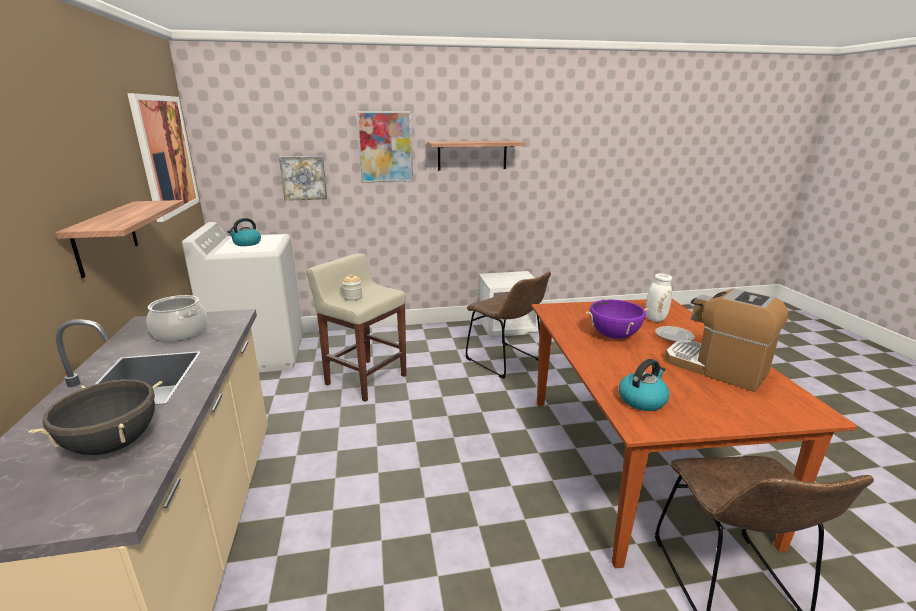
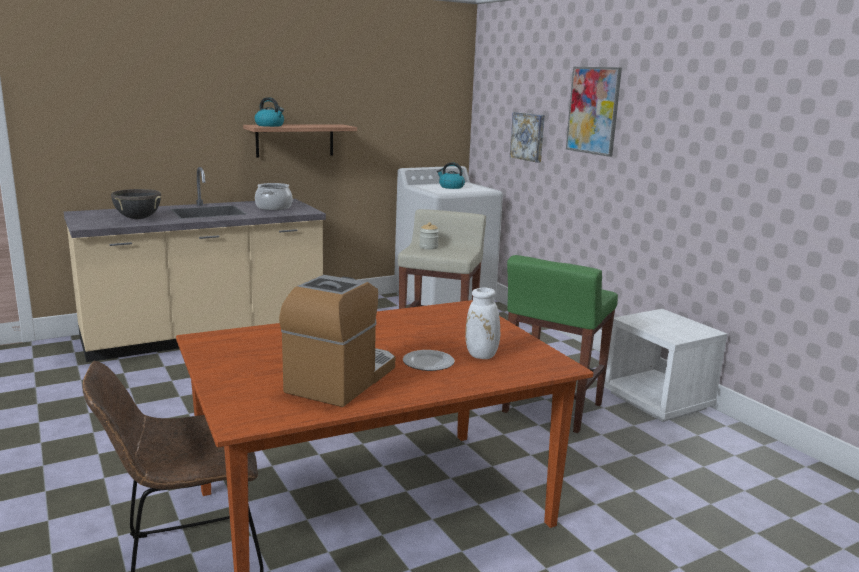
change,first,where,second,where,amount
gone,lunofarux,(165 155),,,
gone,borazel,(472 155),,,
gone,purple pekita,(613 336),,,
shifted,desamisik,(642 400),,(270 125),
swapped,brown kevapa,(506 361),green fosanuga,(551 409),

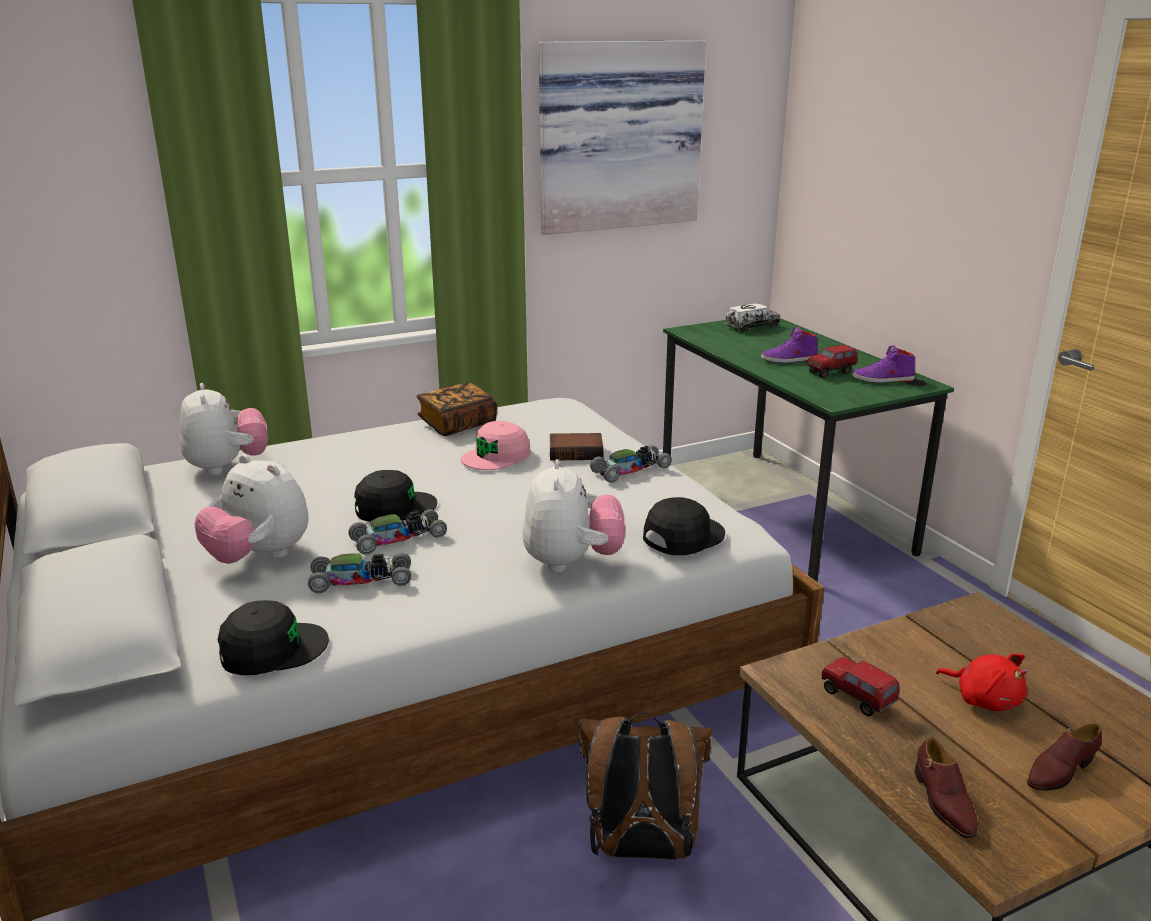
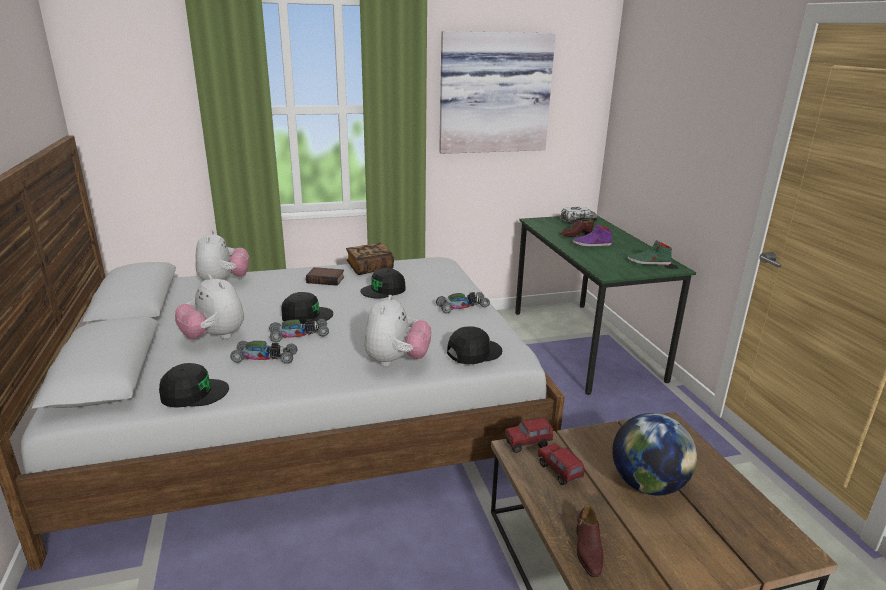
change,first,where,second,where,amount
gone,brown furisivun,(640 849),,,
shifted,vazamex,(576 452),,(326 279),
shifted,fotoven,(831 373),,(527 444),
shifted,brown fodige,(1059 770),,(576 234),
swapped,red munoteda,(984 699),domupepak,(647 484),
repainted,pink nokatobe,(496 456),black nokatobe,(383 290),
repainted,purple fodige,(883 379),green fodige,(649 262),

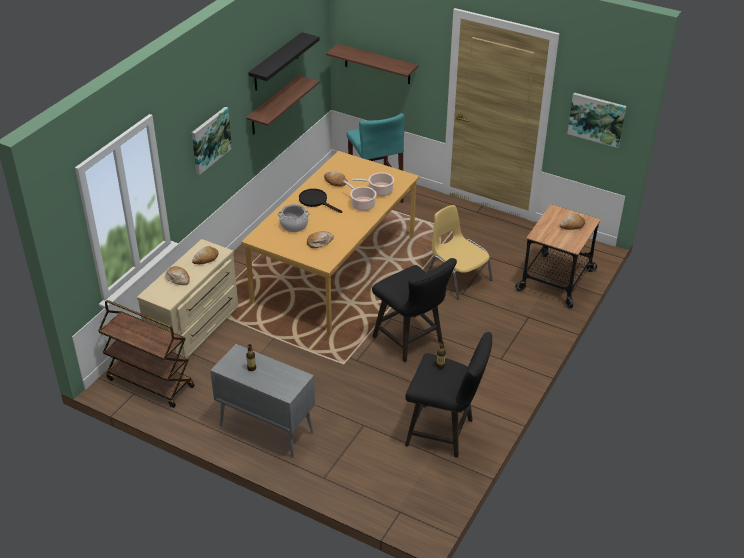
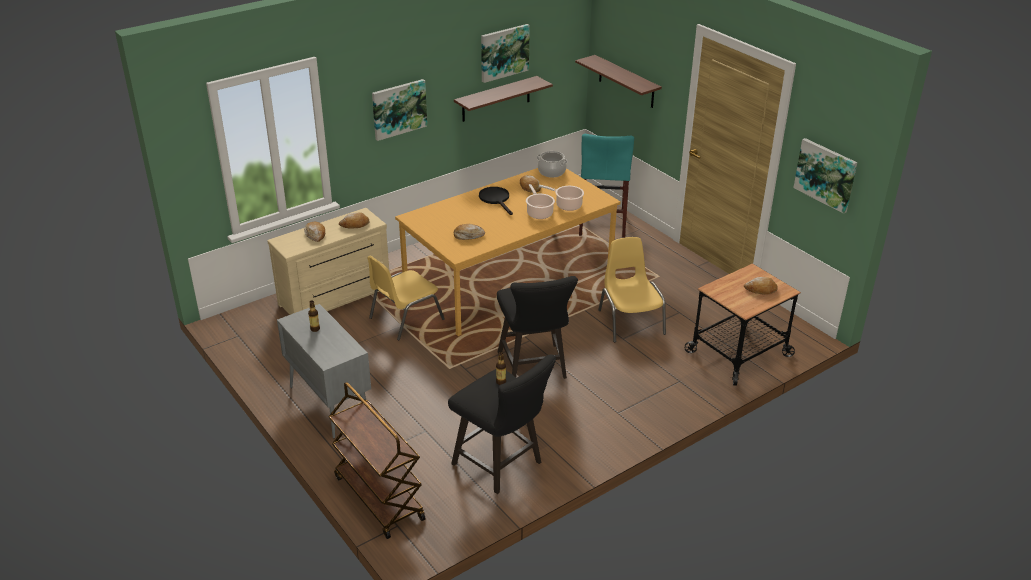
change,first,where,second,where,amount
new,,,yellow kevapa,(405 319),
shifted,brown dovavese,(149 383),,(378 497),
shifted,pekita,(294 225),,(551 172),
swapped,black borazel,(276 62),lunofarux,(504 52),

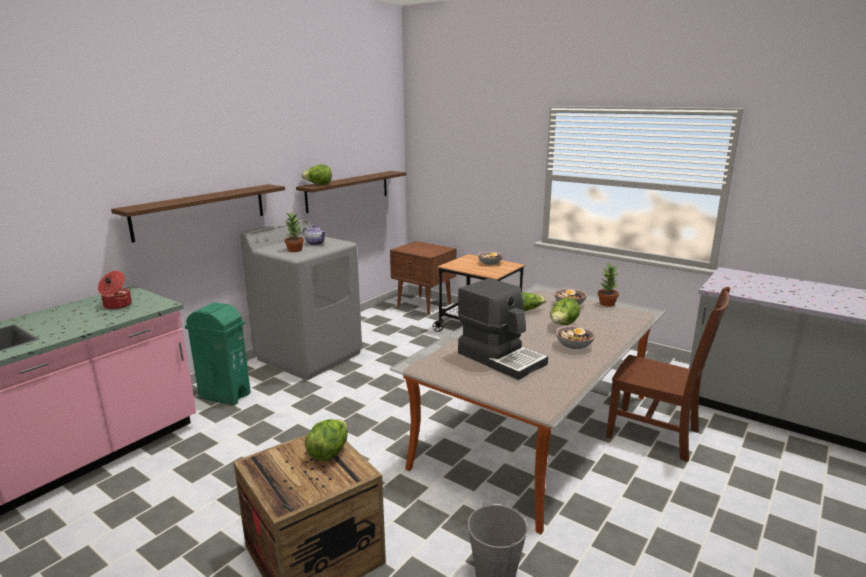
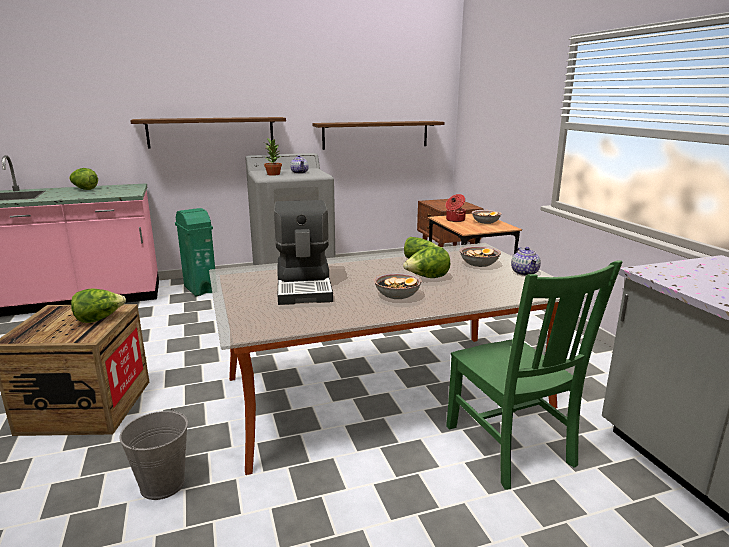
change,first,where,second,where,amount
shifted,pekita,(117 305),,(454 220),
shifted,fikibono,(318 185),,(84 189),
swapped,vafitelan,(607 303),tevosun,(524 273),
repainted,brown kevapa,(656 434),green kevapa,(511 448),

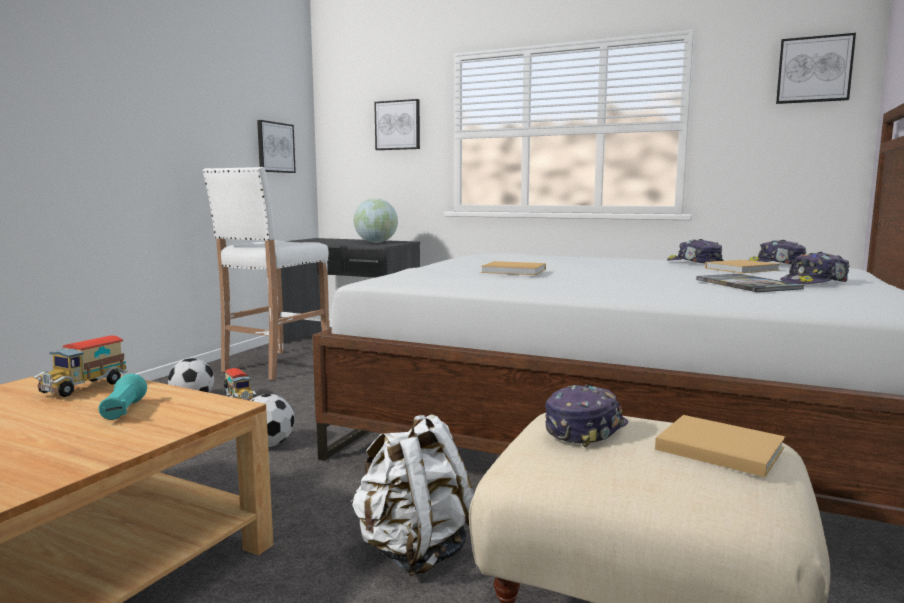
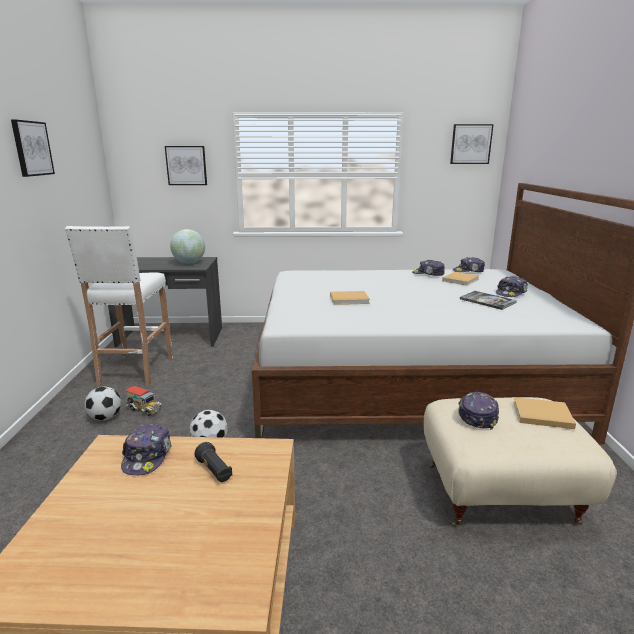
change,first,where,second,where,amount
gone,white furisivun,(415 551),,,
shifted,lunofarux,(275 147),,(32 148),
swapped,fotoven,(83 388),nokatobe,(147 456),
repainted,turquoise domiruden,(123 412),black domiruden,(214 471),

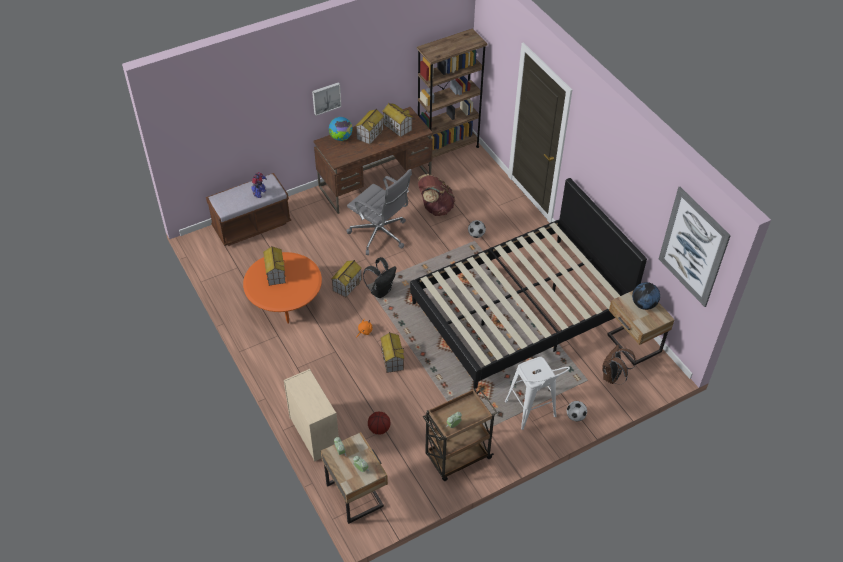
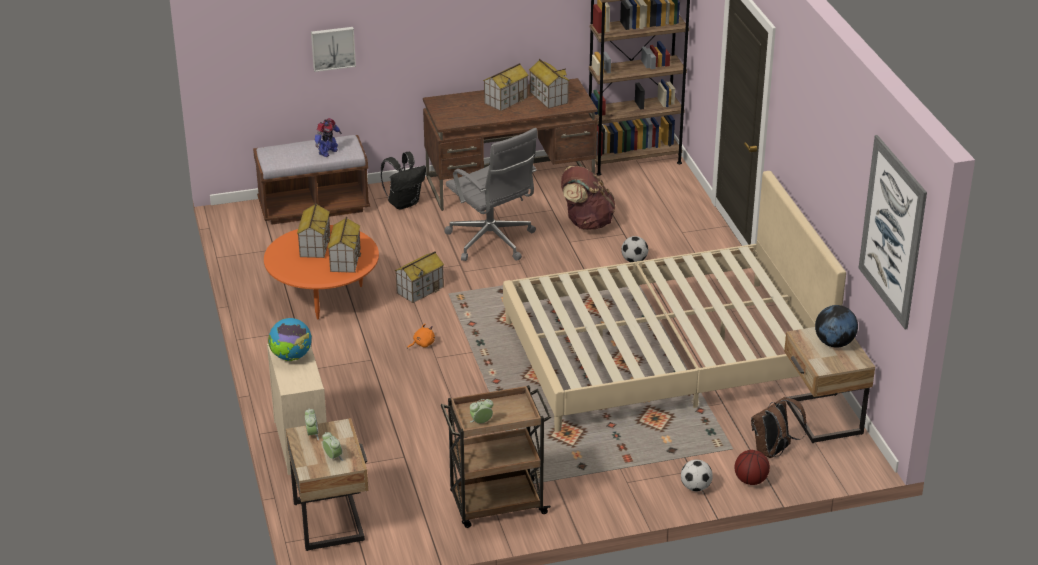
change,first,where,second,where,amount
gone,white fosanuga,(532 413),,,
shifted,lunofarux,(326 98),,(333 48),
shifted,domupepak,(341 138),,(291 357),
shifted,black furisivun,(381 291),,(404 203),
shifted,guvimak,(379 429),,(751 480),
shifted,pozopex,(392 359),,(345 260),
repainted,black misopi,(520 310),beige misopi,(664 354),

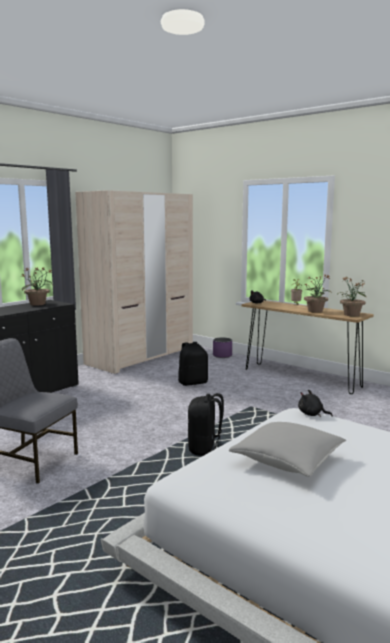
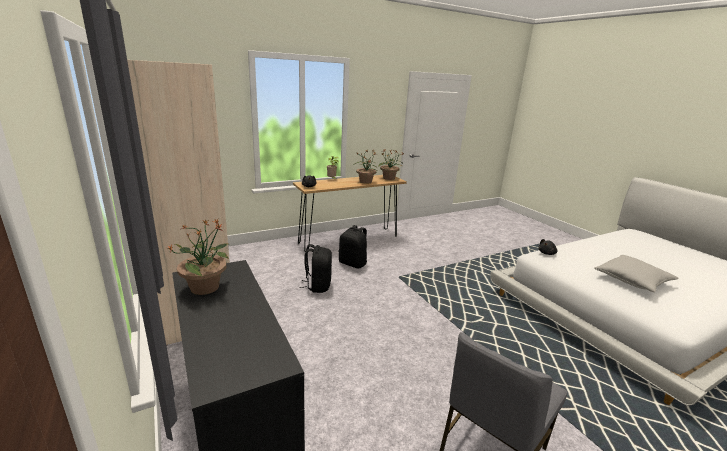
change,first,where,second,where,amount
gone,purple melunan,(222 355),,,
shifted,black furisivun,(205 449),,(353 263),

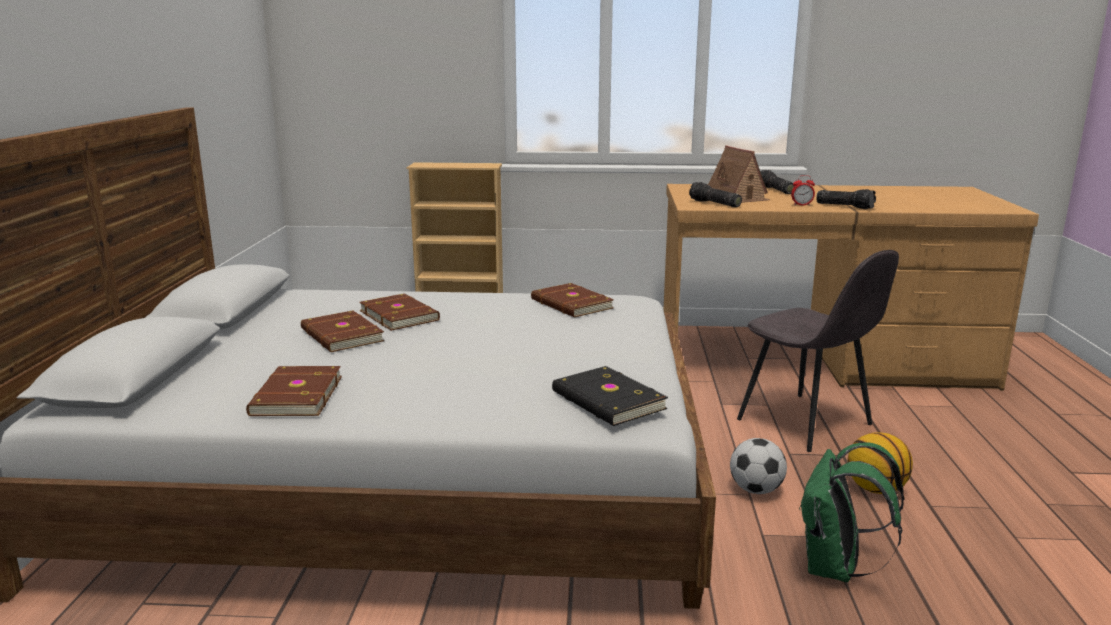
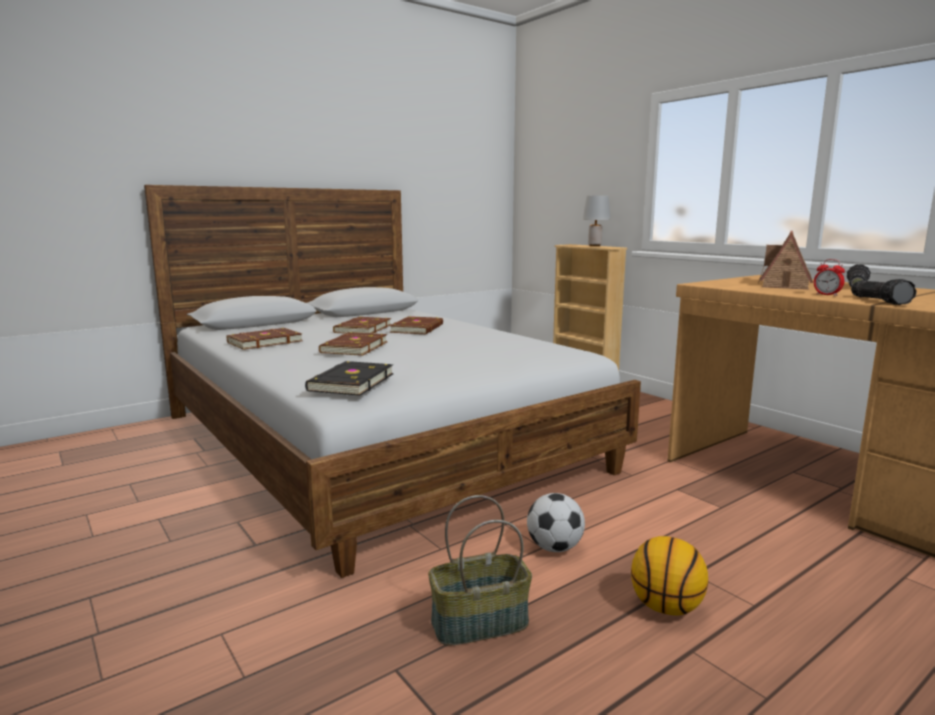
change,first,where,second,where,amount
gone,domiruden,(714 204),,,
gone,grey kevapa,(807 423),,,
new,,,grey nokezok,(594 246),
shifted,brown vazamex,(571 304),,(353 347),
swapped,green furisivun,(835 569),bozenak,(479 624),

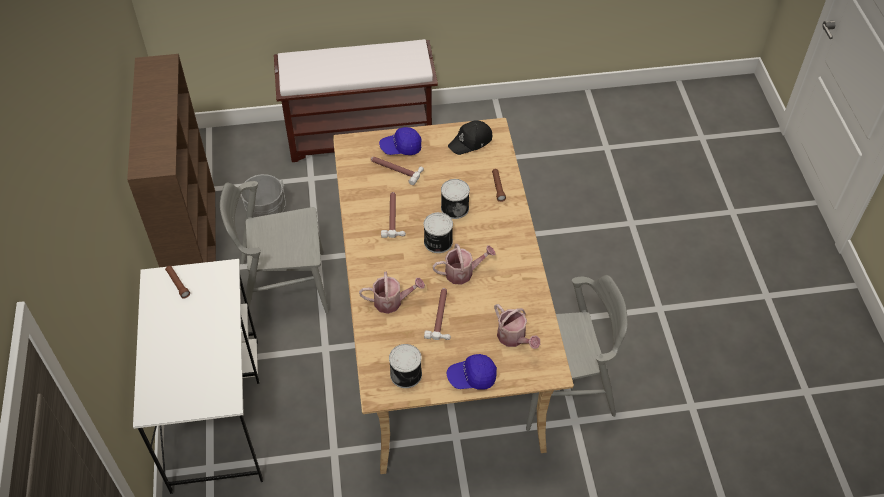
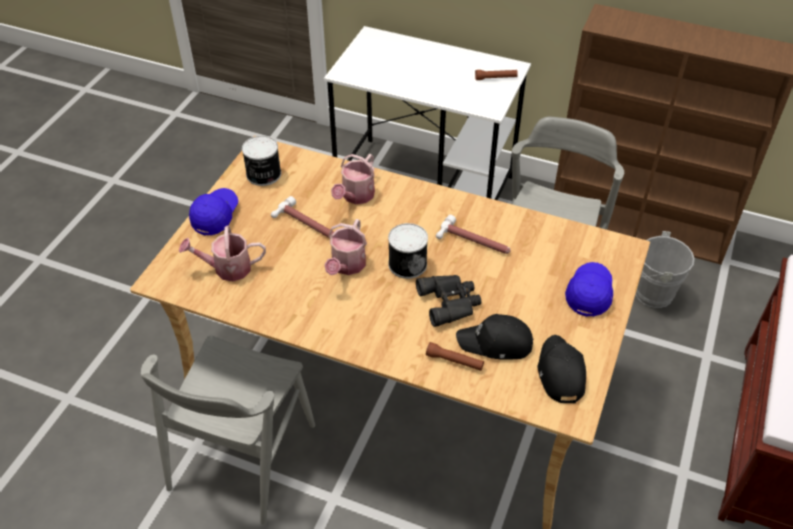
change,first,where,second,where,amount
gone,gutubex,(395 169),,,
new,,,black nokatobe,(496 343),
swapped,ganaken,(454 207),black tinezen,(450 302),

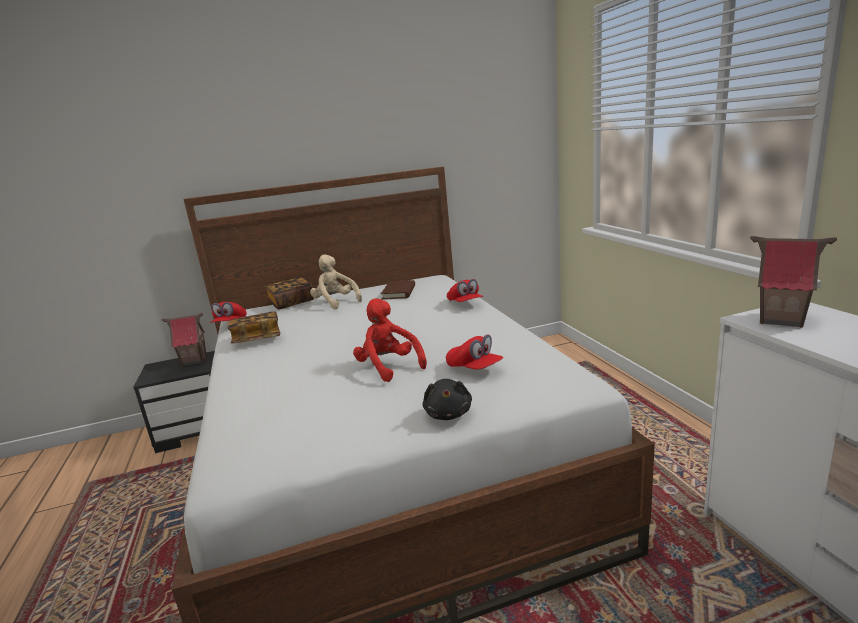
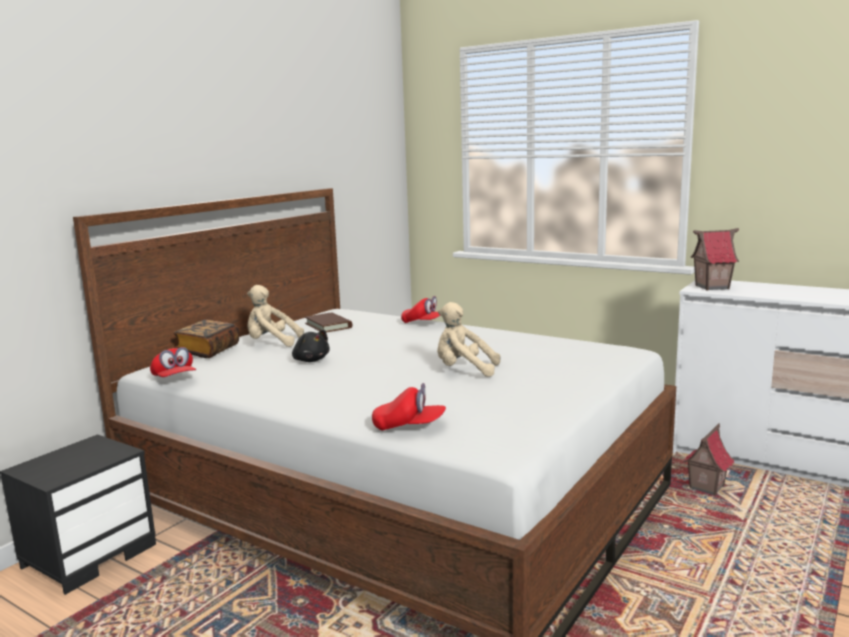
change,first,where,second,where,amount
gone,vazamex,(257 339),,,
shifted,pozopex,(194 360),,(706 488),
shifted,black munoteda,(448 414),,(310 360),
shifted,red nokatobe,(474 368),,(409 426),
repainted,red munoteda,(389 367),beige munoteda,(464 370),

